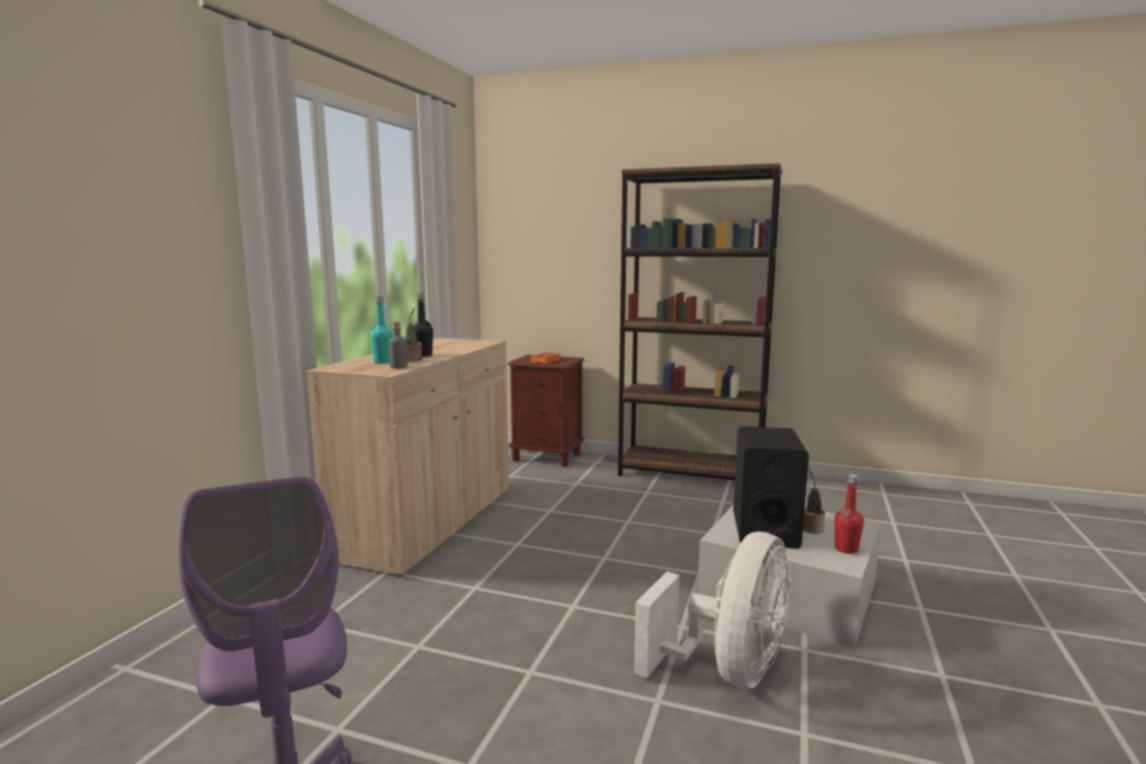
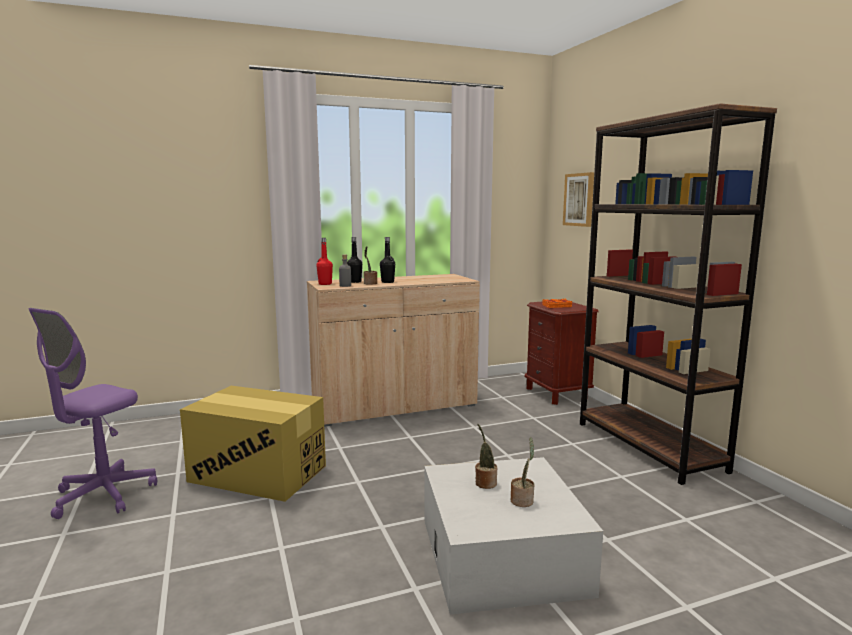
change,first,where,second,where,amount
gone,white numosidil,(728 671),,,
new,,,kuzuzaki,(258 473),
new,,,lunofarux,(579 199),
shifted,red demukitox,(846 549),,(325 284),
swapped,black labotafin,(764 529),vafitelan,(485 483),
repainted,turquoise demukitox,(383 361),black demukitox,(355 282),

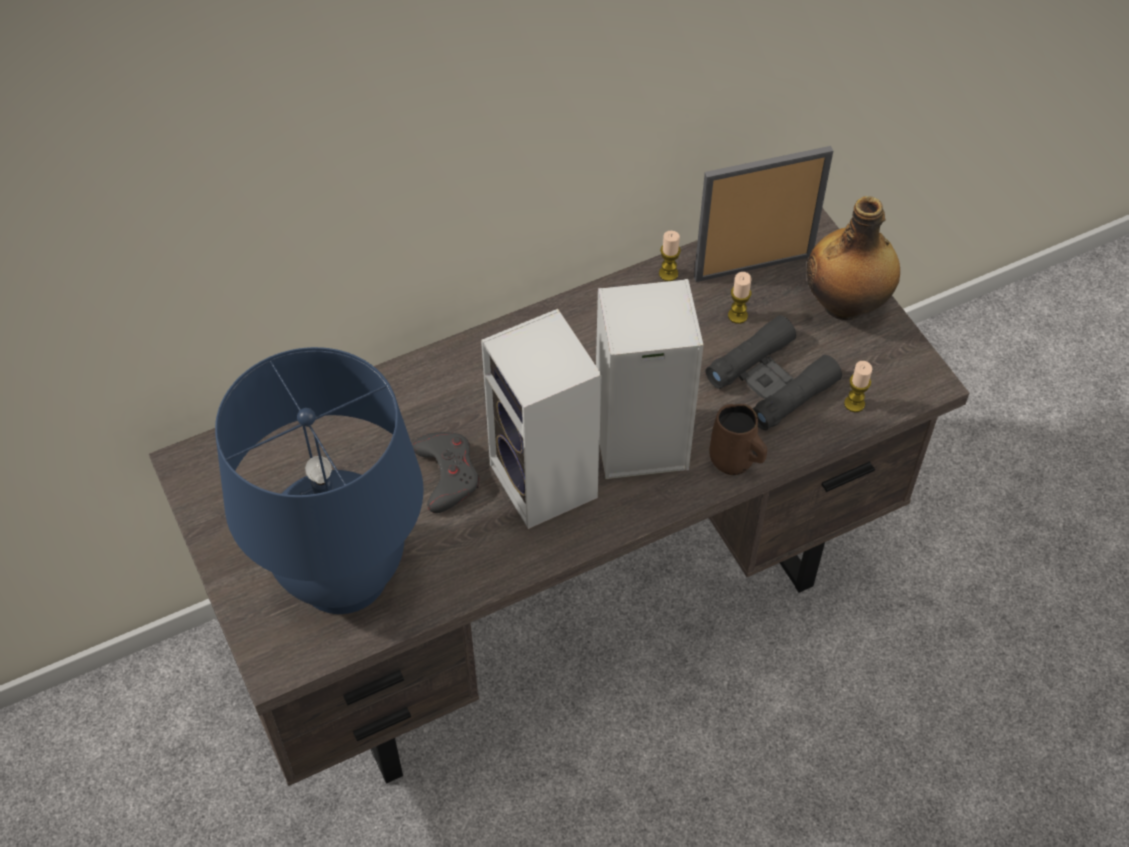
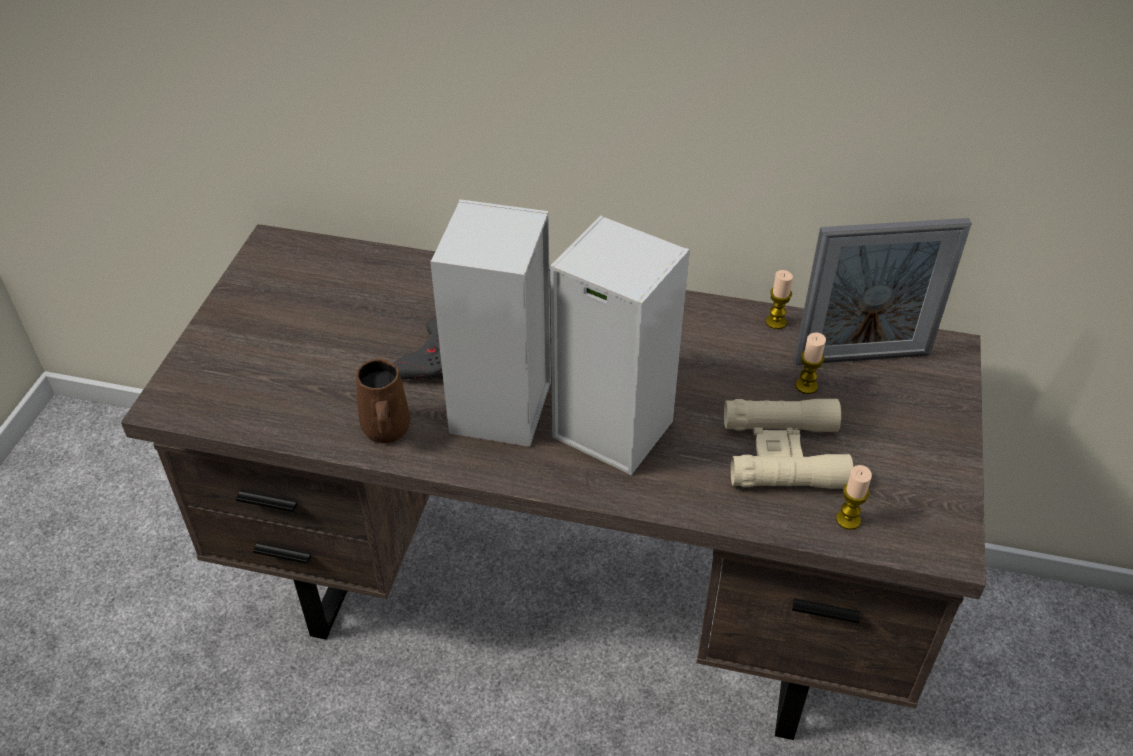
change,first,where,second,where,amount
gone,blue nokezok,(343 574),,,
gone,demukitox,(846 304),,,
shifted,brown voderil,(734 461),,(386 430),
repainted,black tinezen,(771 381),beige tinezen,(783 453),
rotated,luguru,(753 266),,(862 358),150 degrees clockwise

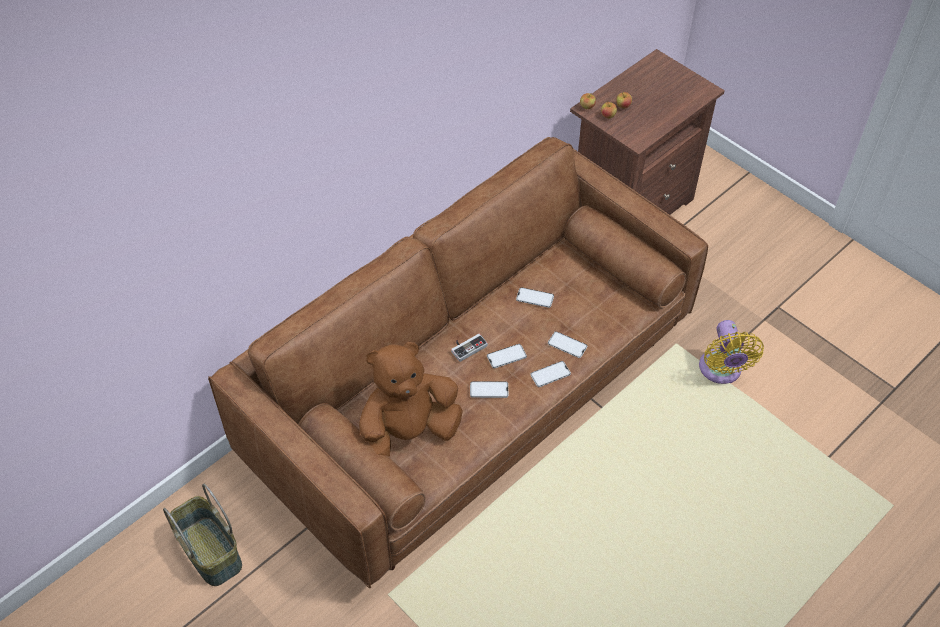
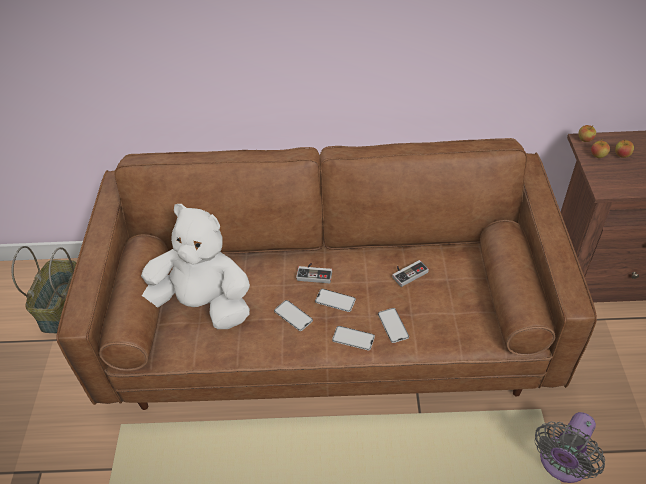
change,first,where,second,where,amount
swapped,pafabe,(535 298),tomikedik,(408 272),
repainted,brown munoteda,(407 432),white munoteda,(203 304),
repainted,yellow numosidil,(721 371),grey numosidil,(561 464),

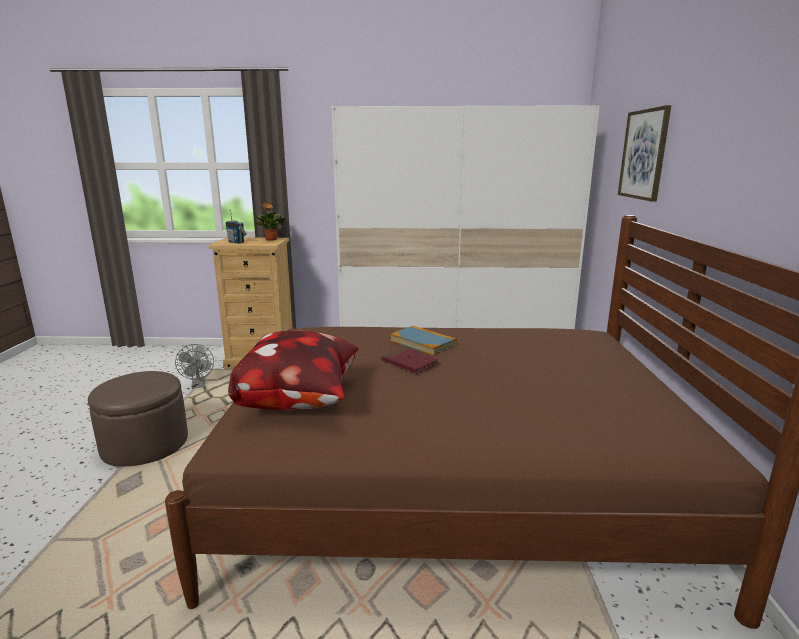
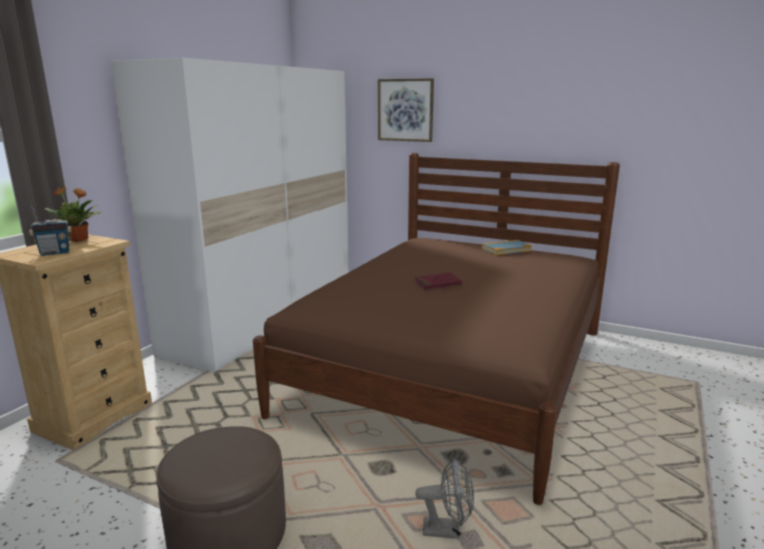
change,first,where,second,where,amount
gone,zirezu,(302 400),,,
shifted,grey numosidil,(198 386),,(447 530),
shifted,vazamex,(423 343),,(506 249),

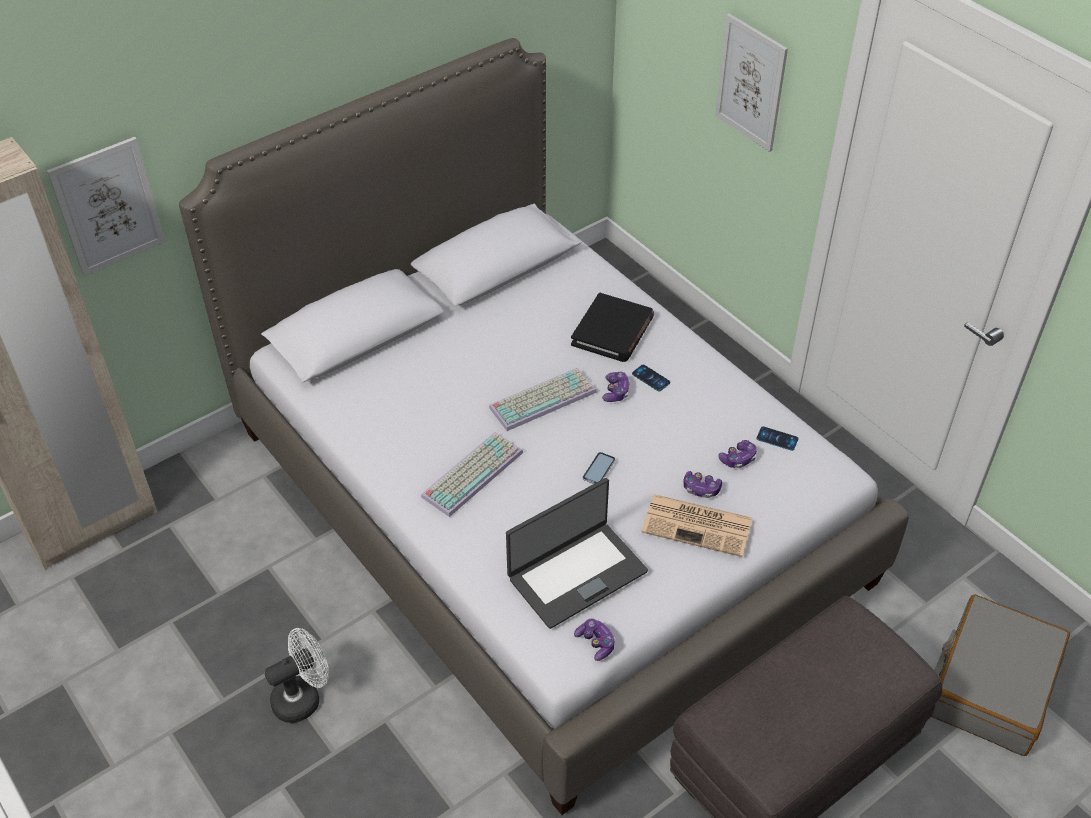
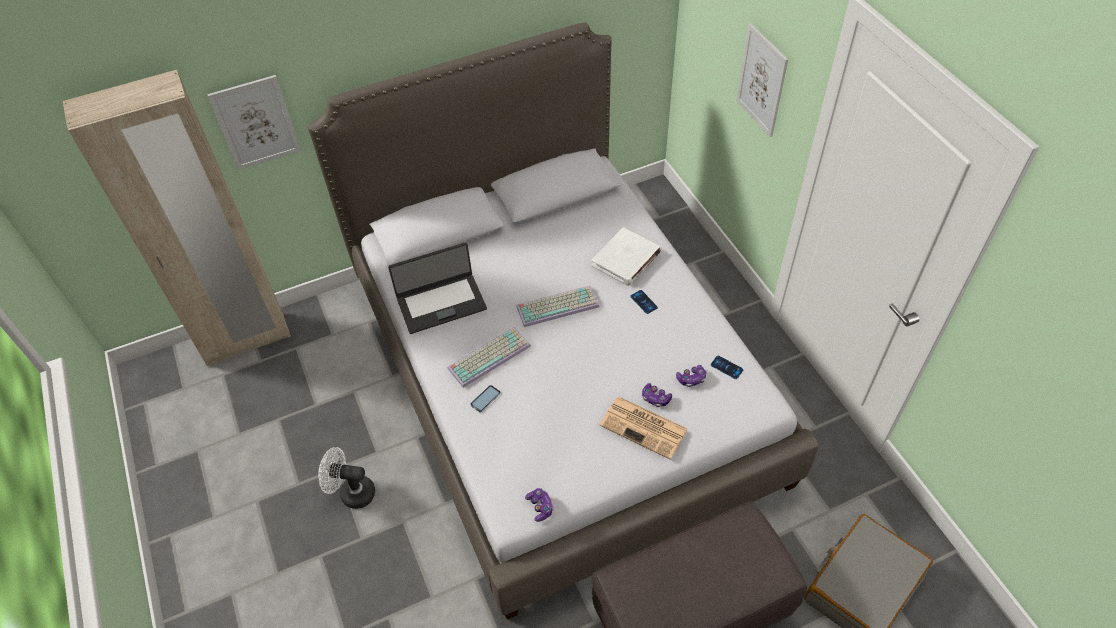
change,first,where,second,where,amount
gone,tomikedik,(616 392),,,
shifted,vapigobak,(576 573),,(441 303),
shifted,pafabe,(599 469),,(485 399),
repainted,black vazamex,(612 331),white vazamex,(626 259),
rotated,white numosidil,(303 697),,(352 493),150 degrees counterclockwise

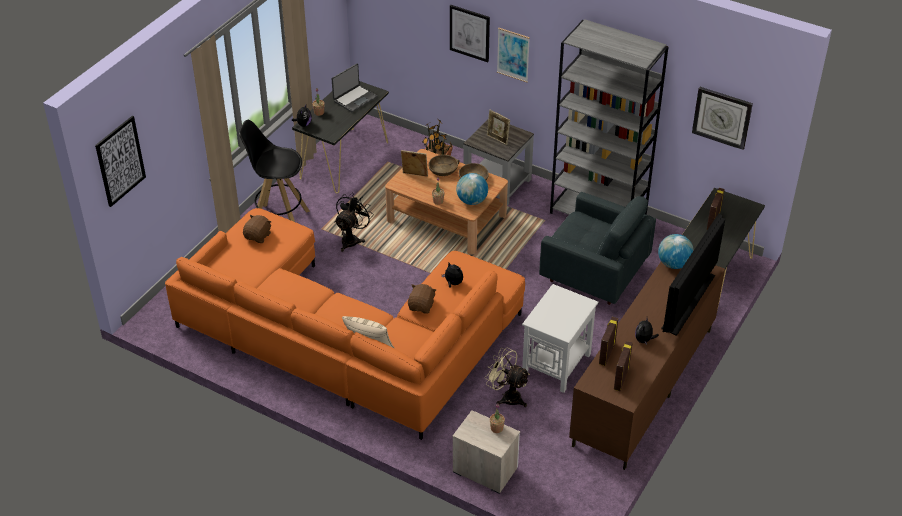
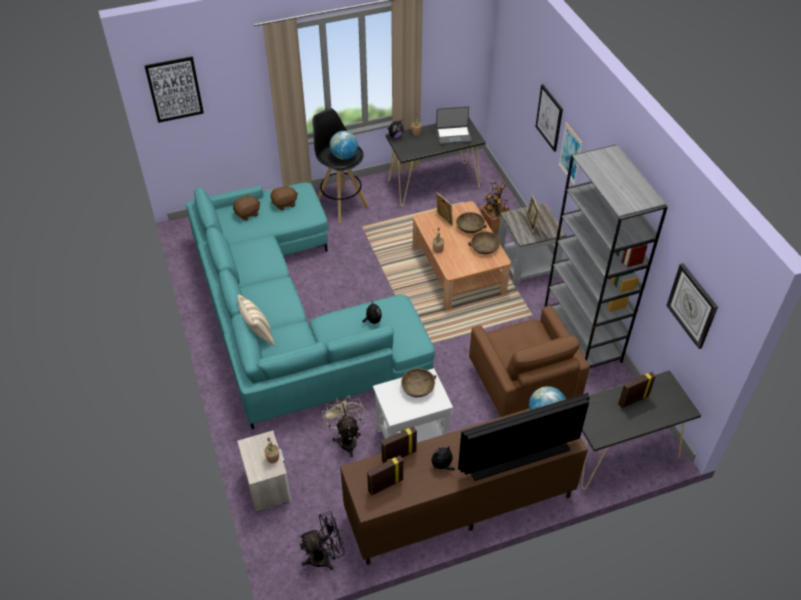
change,first,where,second,where,amount
new,,,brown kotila,(418 386),
shifted,black numosidil,(352 239),,(325 556),
shifted,brown munoteda,(421 306),,(247 214),
shifted,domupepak,(472 201),,(344 156),
repainted,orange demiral,(345 337),turquoise demiral,(289 316),
repainted,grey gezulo,(594 276),brown gezulo,(522 386),

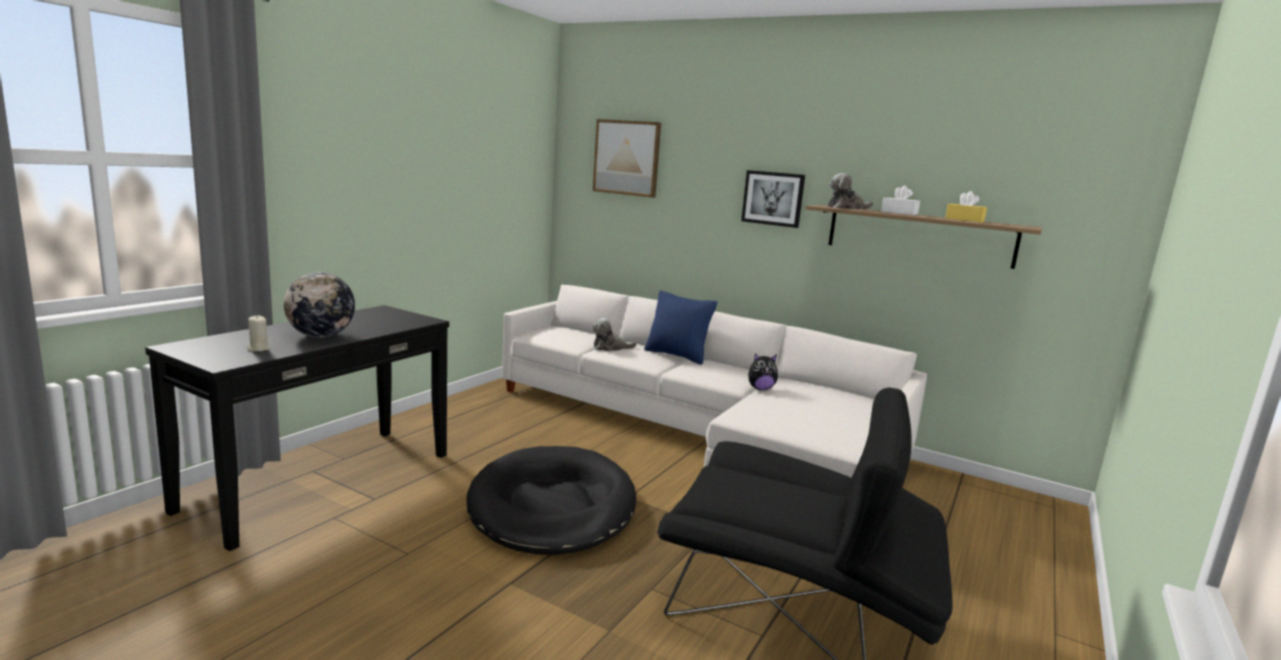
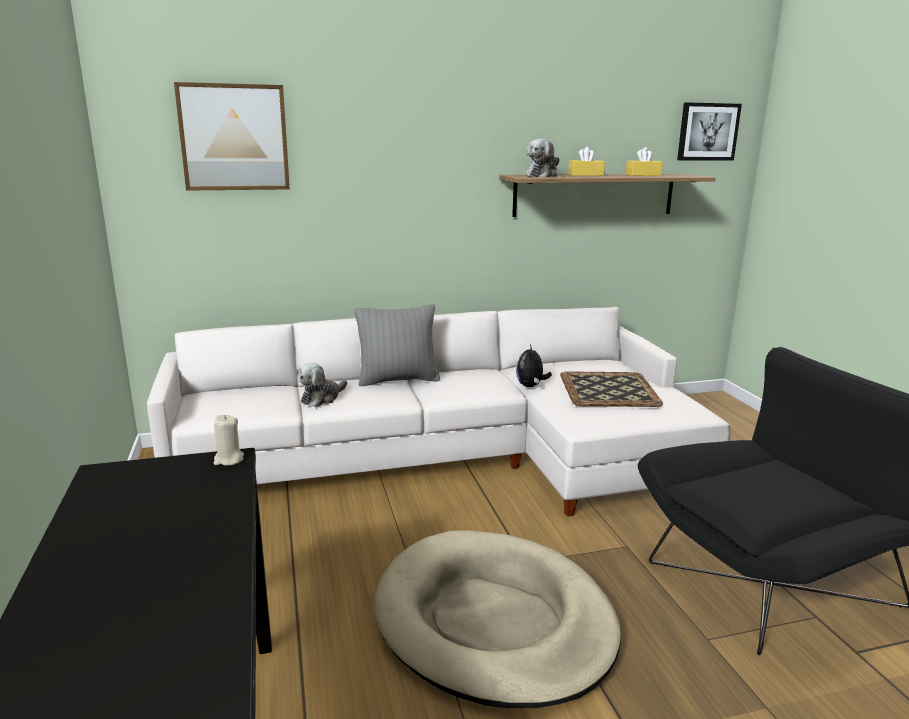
change,first,where,second,where,amount
gone,domupepak,(321 336),,,
new,,,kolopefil,(609 390),
shifted,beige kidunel,(258 349),,(228 459),
shifted,lunofarux,(773 198),,(707 132),
repainted,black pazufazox,(552 506),beige pazufazox,(494 621),
repainted,blue zirezu,(676 356),grey zirezu,(398 380),
repainted,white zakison,(899 213),yellow zakison,(585 175),
rotated,munoteda,(760 389),,(531 386),150 degrees clockwise

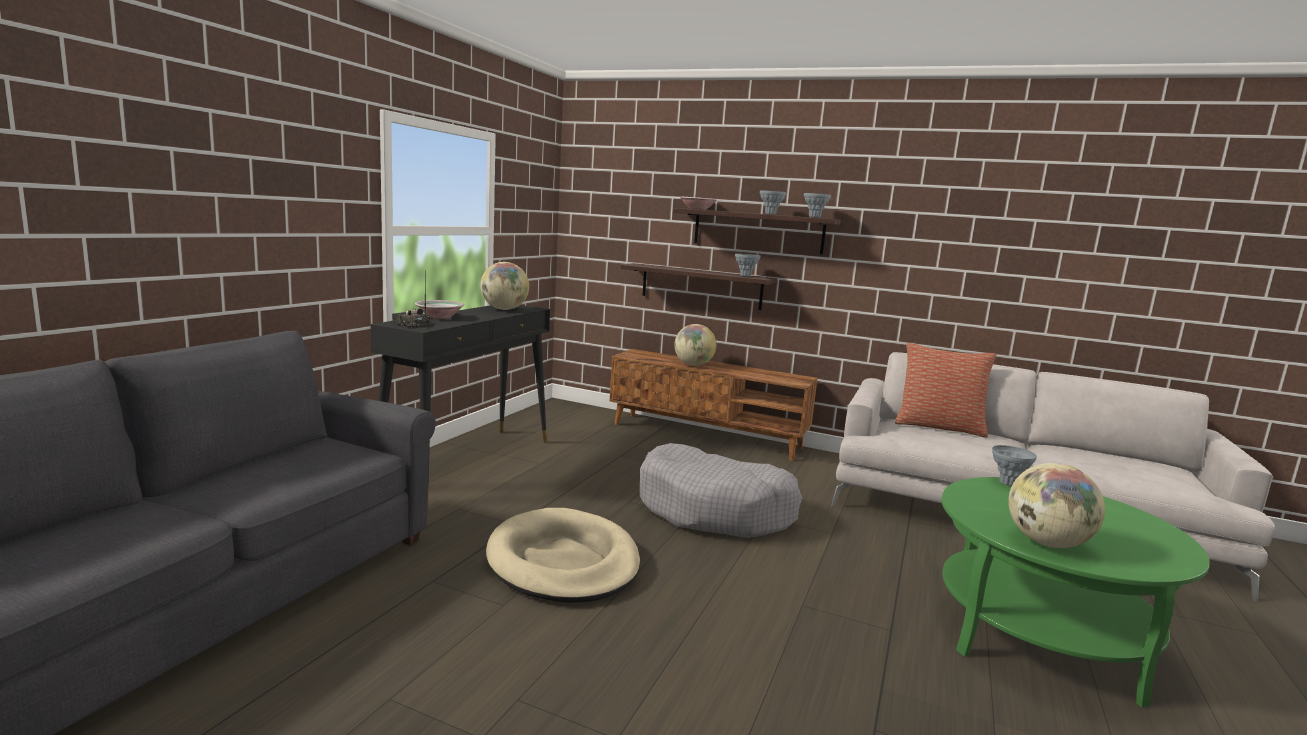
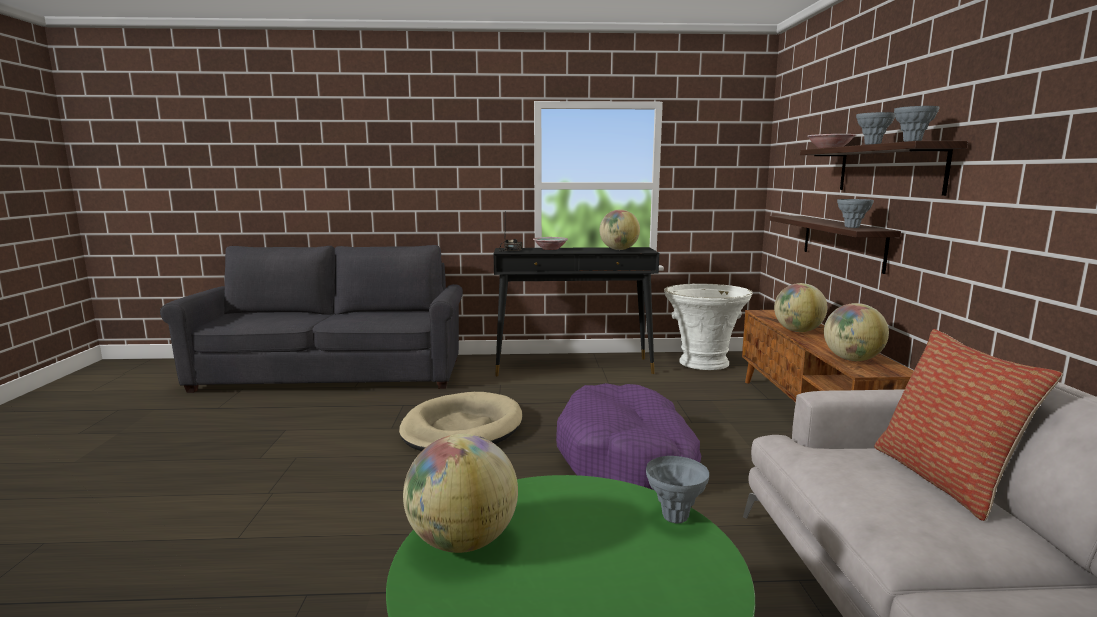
change,first,where,second,where,amount
new,,,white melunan,(703 363),
new,,,domupepak,(852 359),
repainted,grey pazufazox,(715 510),purple pazufazox,(628 459),

